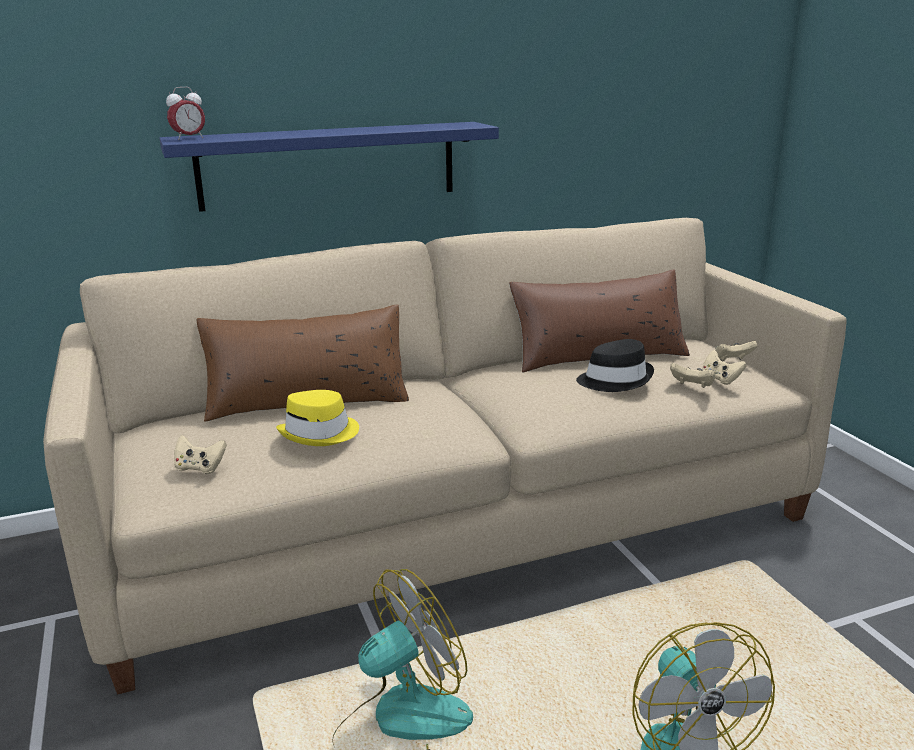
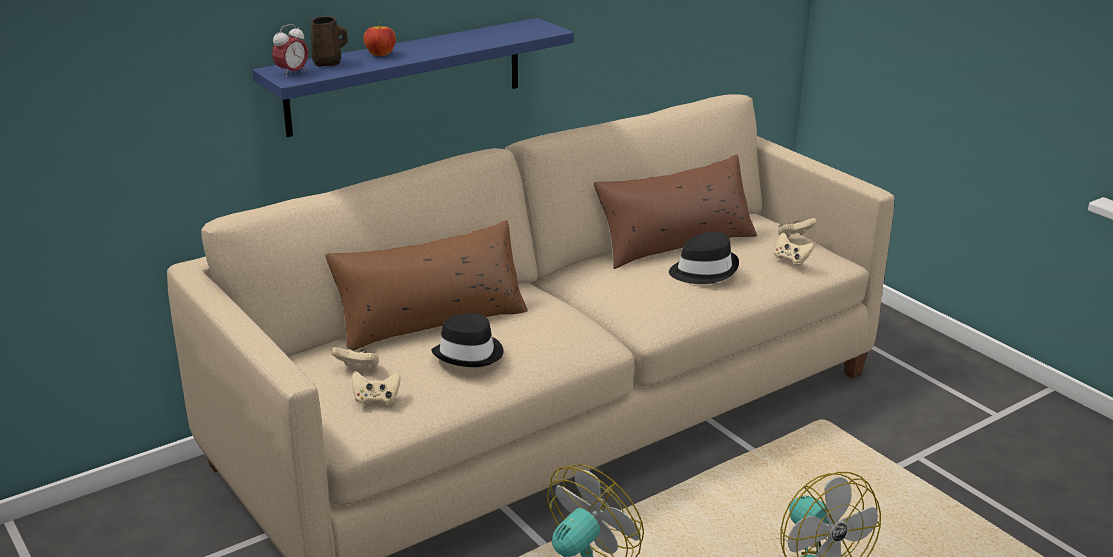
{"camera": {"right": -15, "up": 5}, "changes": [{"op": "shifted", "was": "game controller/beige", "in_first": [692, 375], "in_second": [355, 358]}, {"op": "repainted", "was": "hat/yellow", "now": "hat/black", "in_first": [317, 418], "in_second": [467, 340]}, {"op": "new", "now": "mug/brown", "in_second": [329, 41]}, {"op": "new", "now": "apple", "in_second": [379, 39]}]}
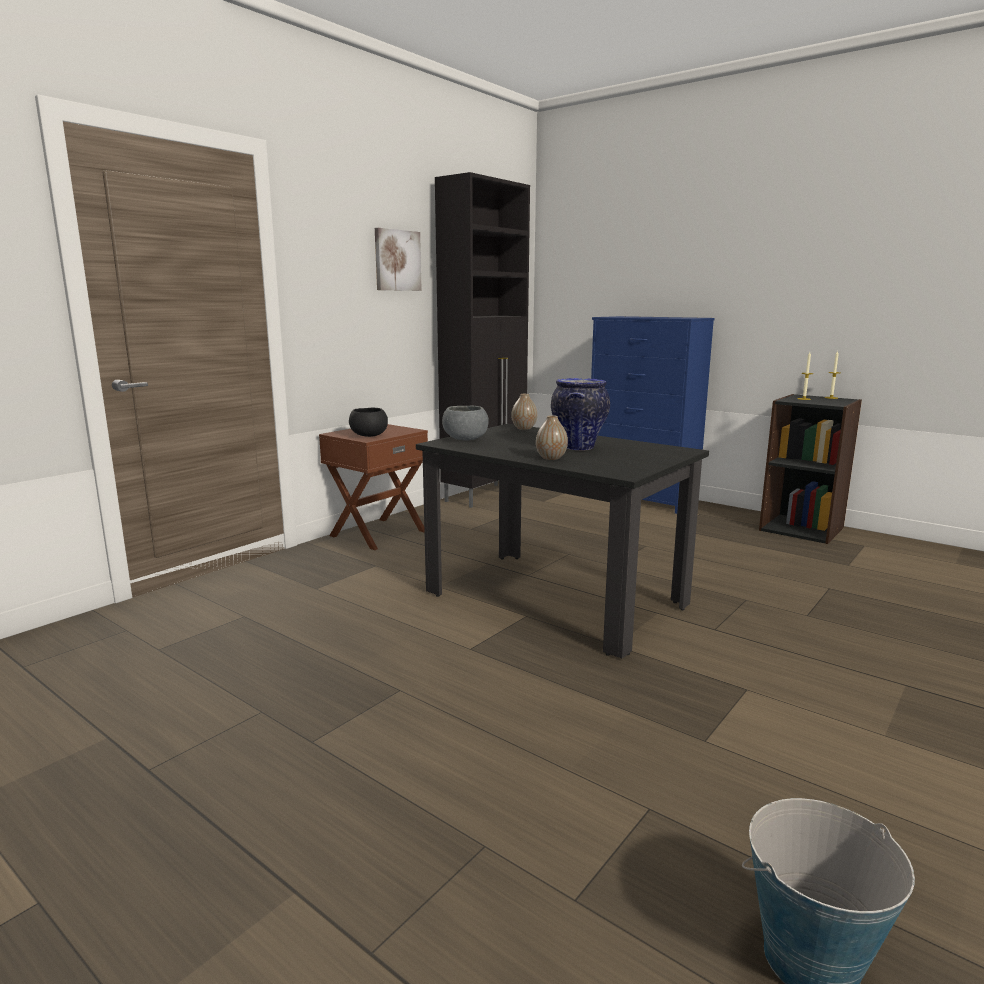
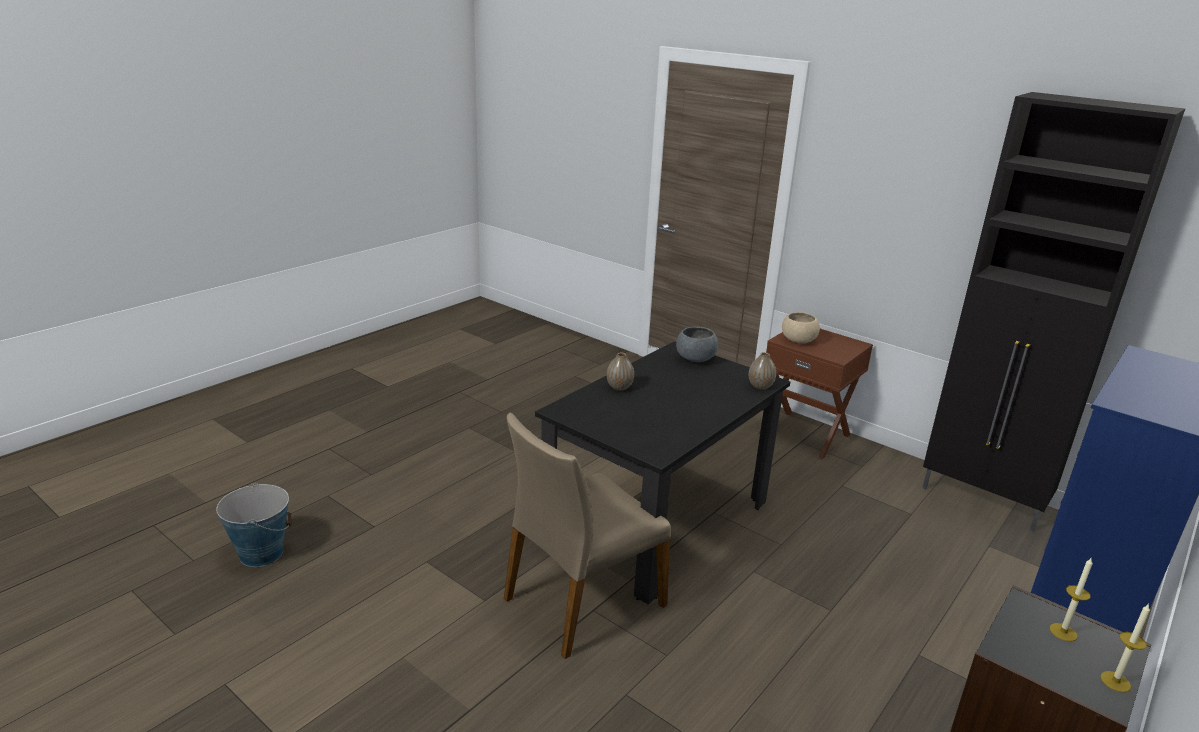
{"camera": {"right": 90, "up": 10}, "changes": [{"op": "gone", "was": "picture", "in_first": [398, 259]}, {"op": "gone", "was": "vase", "in_first": [580, 414]}, {"op": "repainted", "was": "bowl/black", "now": "bowl/beige", "in_first": [368, 422], "in_second": [801, 327]}, {"op": "new", "now": "chair/beige", "in_second": [587, 535]}]}
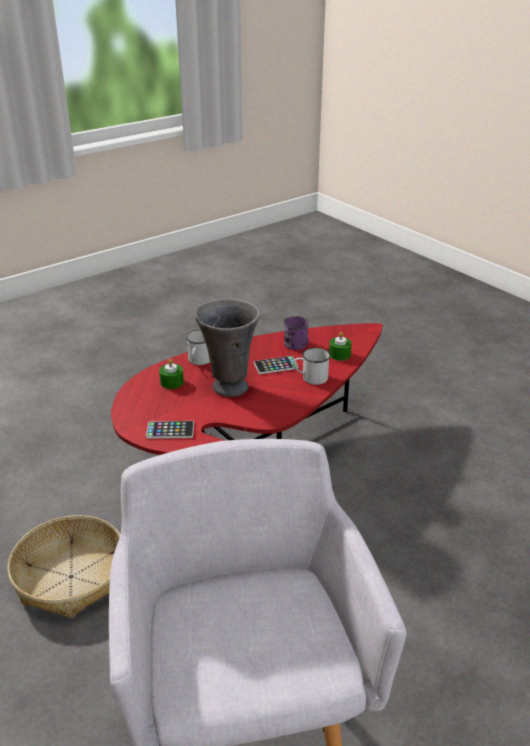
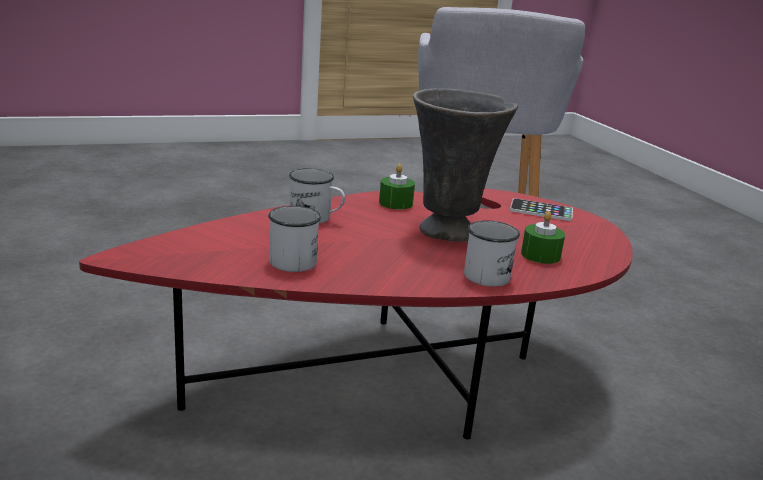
{"camera": {"right": -165, "up": -10}, "changes": [{"op": "repainted", "was": "mug/purple", "now": "mug/white", "in_first": [296, 333], "in_second": [294, 239]}, {"op": "shifted", "was": "candle/green", "in_first": [340, 346], "in_second": [397, 186]}, {"op": "gone", "was": "phone", "in_first": [276, 365]}, {"op": "gone", "was": "basket", "in_first": [64, 566]}]}
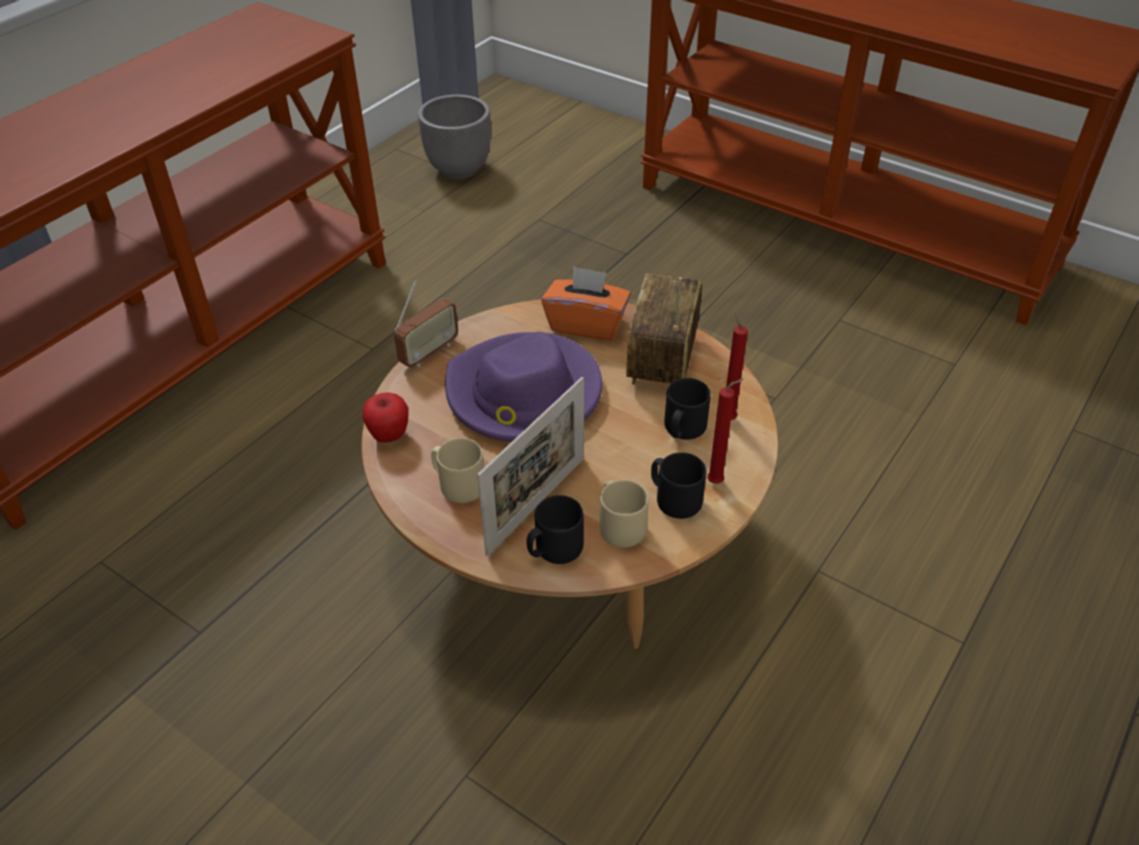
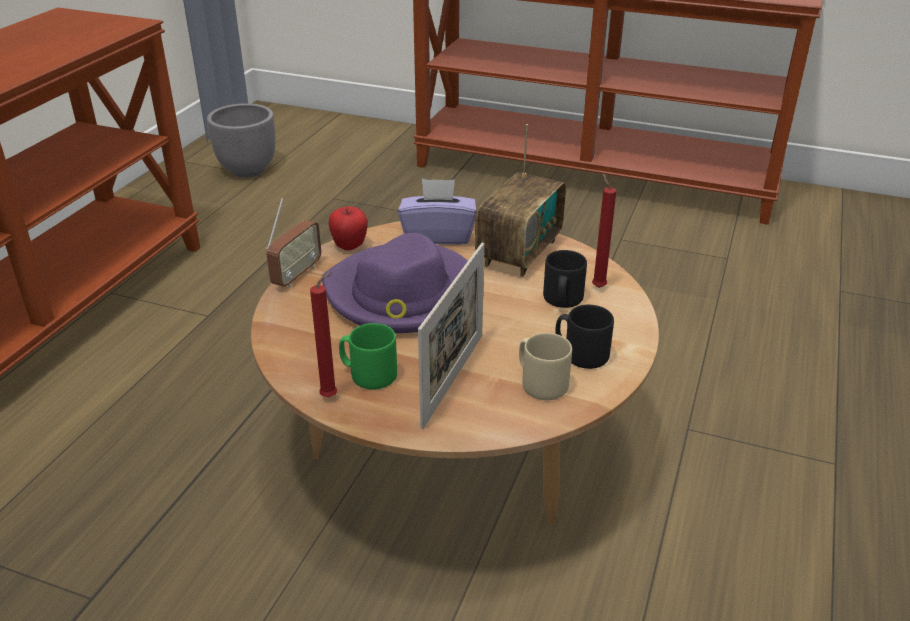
{"camera": {"right": -15, "up": -10}, "changes": [{"op": "repainted", "was": "tissue box/orange", "now": "tissue box/purple", "in_first": [586, 303], "in_second": [437, 212]}, {"op": "rotated", "was": "radio", "in_first": [664, 329], "in_second": [520, 200], "clockwise": -150}, {"op": "shifted", "was": "candle/red", "in_first": [725, 431], "in_second": [323, 334]}, {"op": "shifted", "was": "apple", "in_first": [385, 417], "in_second": [348, 228]}, {"op": "repainted", "was": "mug/beige", "now": "mug/green", "in_first": [457, 470], "in_second": [368, 356]}, {"op": "gone", "was": "mug/black", "in_first": [555, 529]}]}
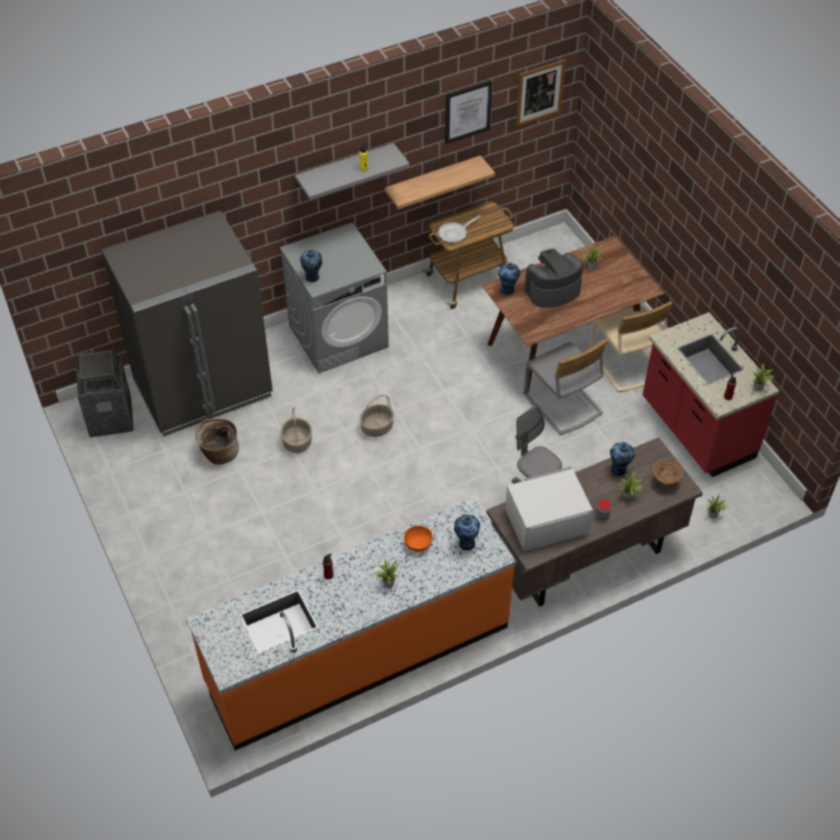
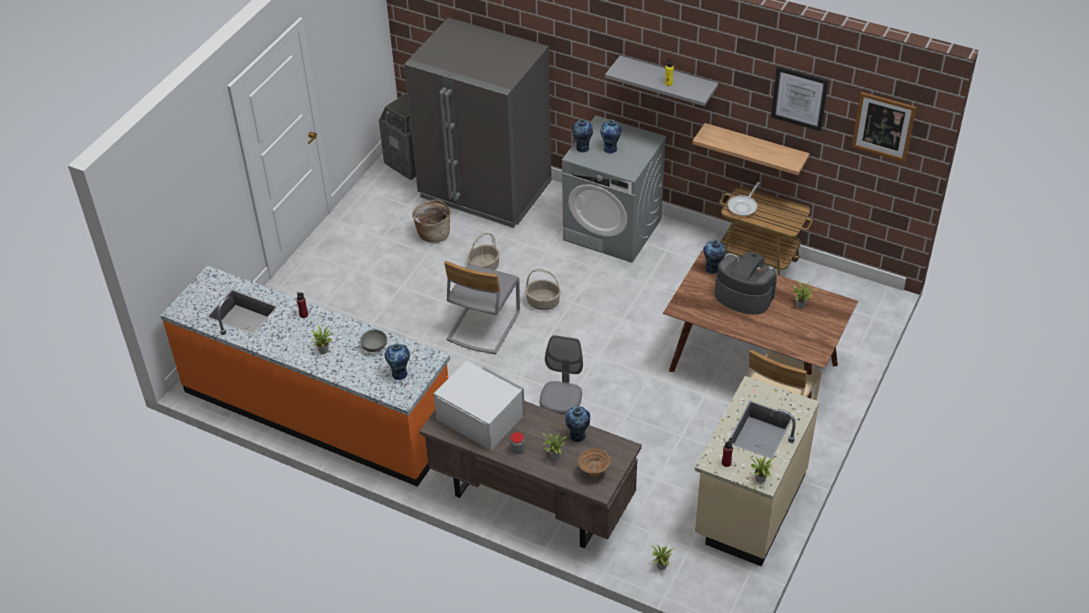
{"camera": {"right": 55, "up": -5}, "changes": [{"op": "rotated", "was": "frying pan", "in_first": [459, 229], "in_second": [744, 199], "clockwise": -75}, {"op": "repainted", "was": "counter/red", "now": "counter/beige", "in_first": [711, 394], "in_second": [757, 471]}, {"op": "shifted", "was": "chair/grey", "in_first": [565, 387], "in_second": [482, 307]}, {"op": "repainted", "was": "bowl/orange", "now": "bowl/grey", "in_first": [418, 539], "in_second": [373, 341]}, {"op": "new", "now": "vase", "in_second": [611, 137]}]}
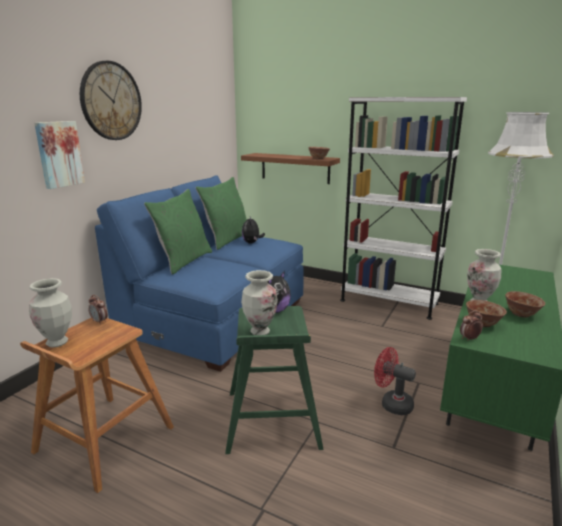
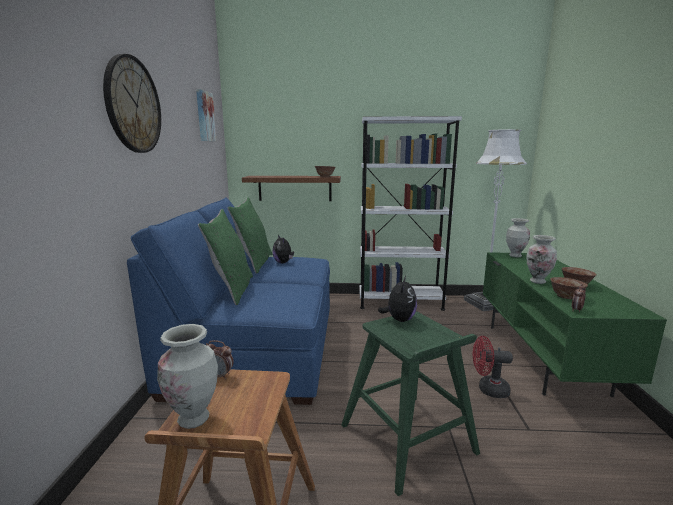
{"camera": {"right": -25, "up": -5}, "changes": [{"op": "shifted", "was": "picture", "in_first": [59, 155], "in_second": [206, 115]}, {"op": "shifted", "was": "vase", "in_first": [259, 302], "in_second": [518, 237]}]}
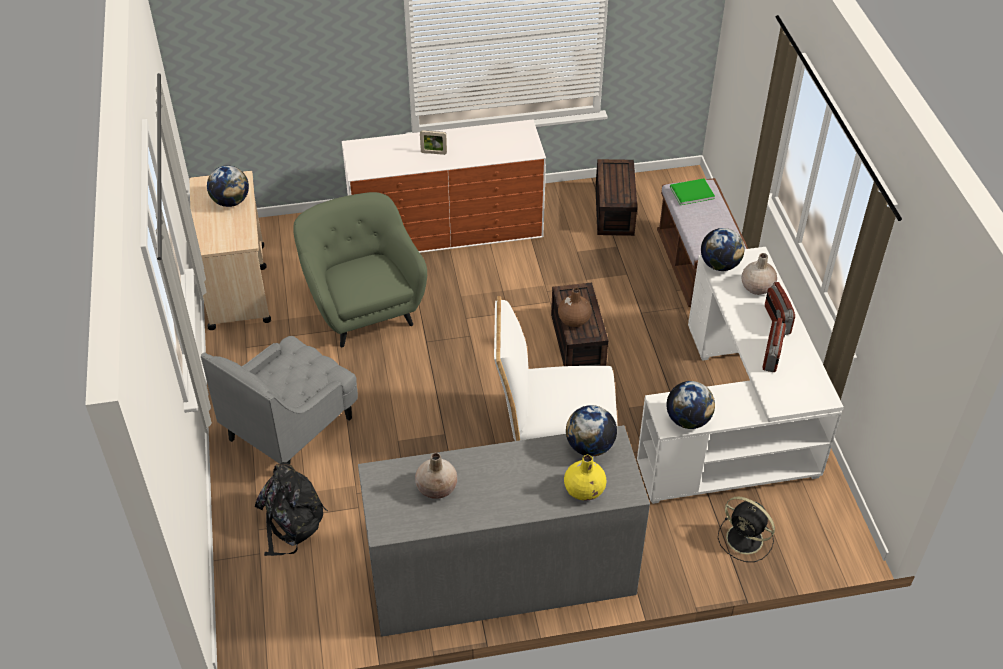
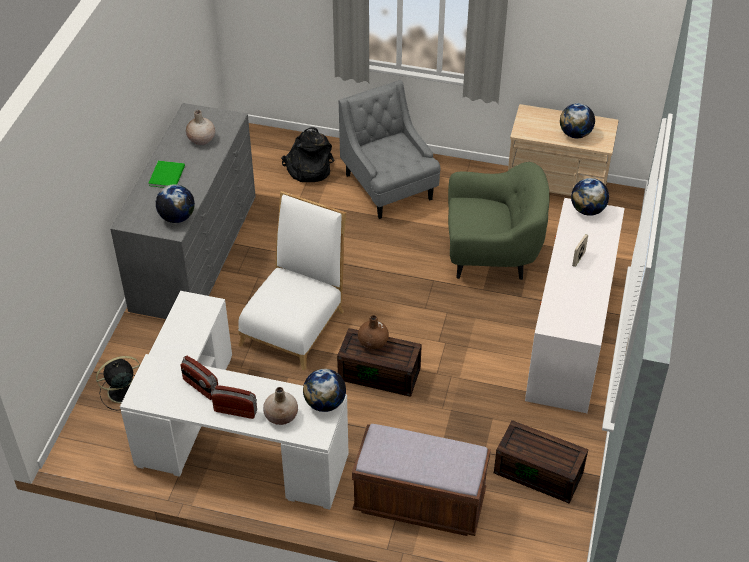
{"camera": {"right": 115, "up": 0}, "changes": [{"op": "shifted", "was": "book/green", "in_first": [692, 191], "in_second": [166, 174]}, {"op": "shifted", "was": "globe", "in_first": [691, 405], "in_second": [590, 197]}, {"op": "gone", "was": "vase/yellow", "in_first": [585, 478]}]}
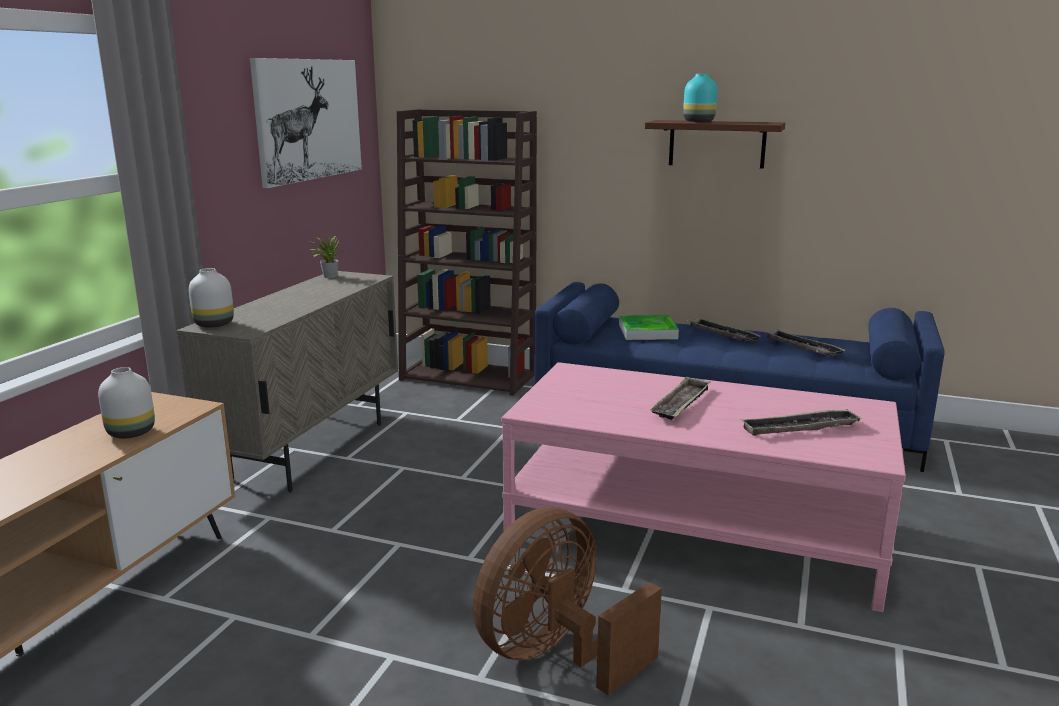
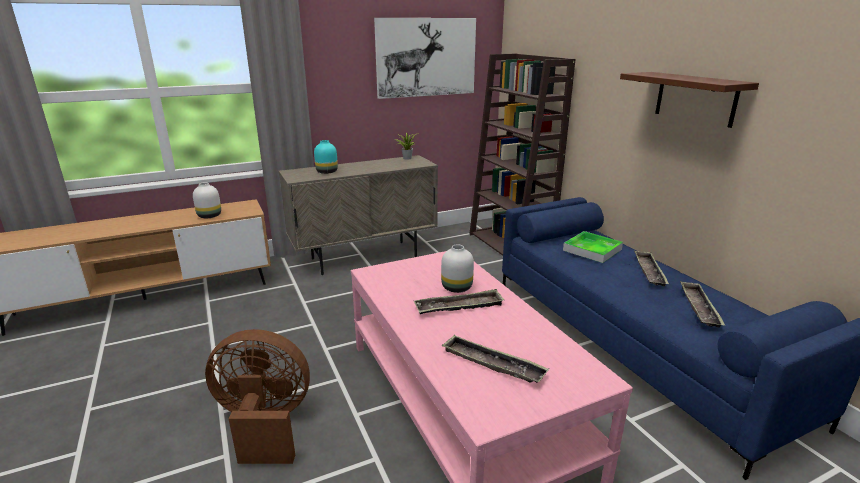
{"camera": {"right": 45, "up": 5}, "changes": [{"op": "shifted", "was": "vase/turquoise", "in_first": [700, 98], "in_second": [326, 157]}, {"op": "shifted", "was": "vase/white", "in_first": [211, 298], "in_second": [457, 268]}]}
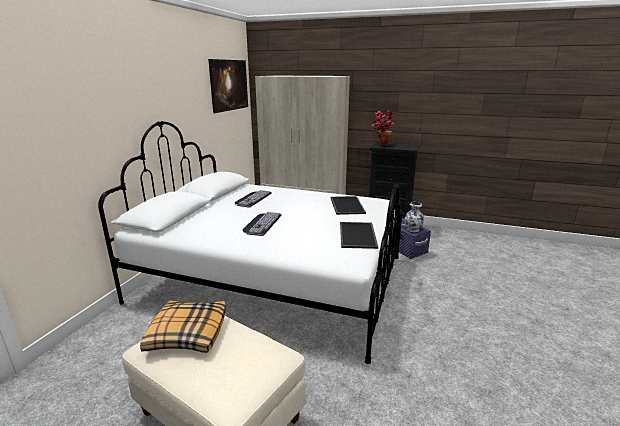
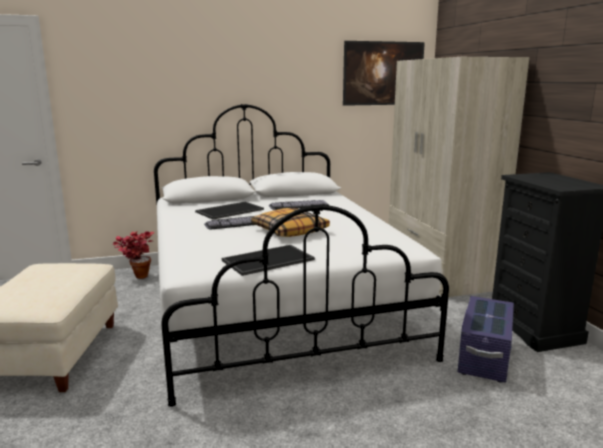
{"camera": {"right": 55, "up": -5}, "changes": [{"op": "shifted", "was": "potted plant", "in_first": [383, 128], "in_second": [133, 255]}, {"op": "shifted", "was": "tray", "in_first": [348, 205], "in_second": [229, 211]}, {"op": "gone", "was": "vase", "in_first": [414, 217]}, {"op": "shifted", "was": "pillow", "in_first": [183, 327], "in_second": [290, 222]}]}
